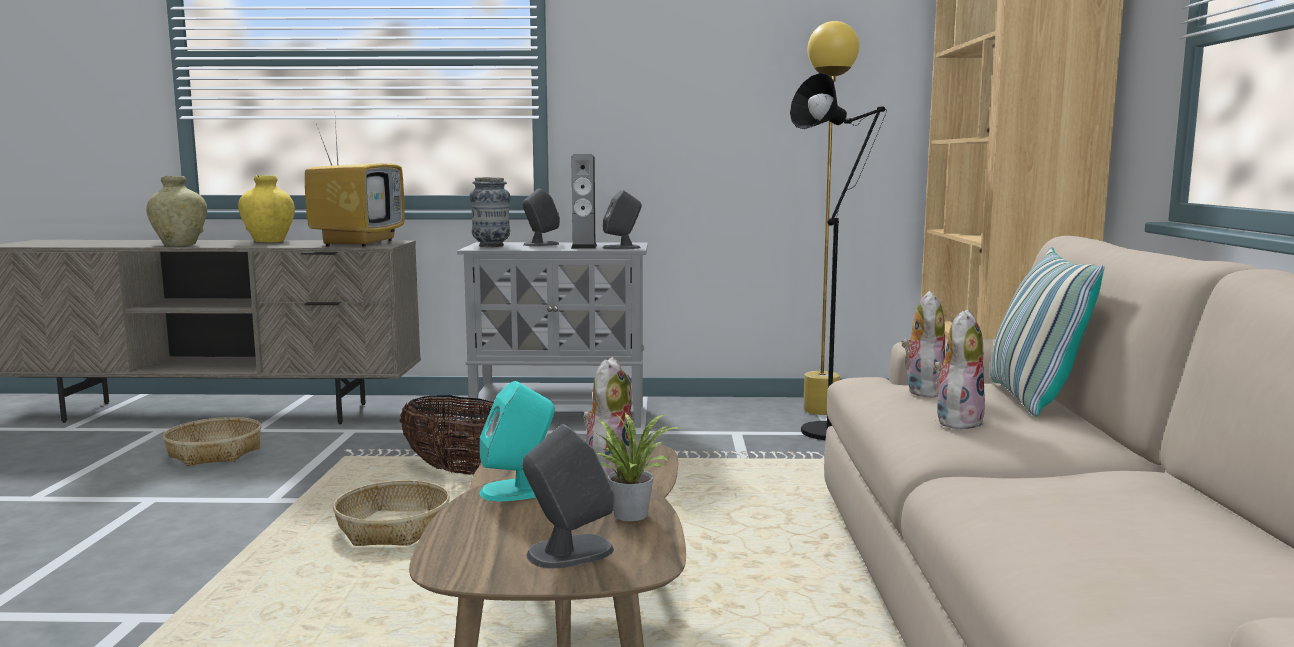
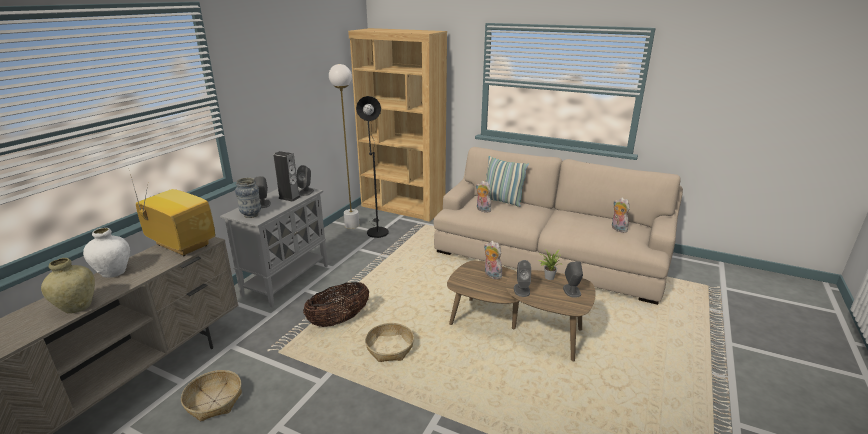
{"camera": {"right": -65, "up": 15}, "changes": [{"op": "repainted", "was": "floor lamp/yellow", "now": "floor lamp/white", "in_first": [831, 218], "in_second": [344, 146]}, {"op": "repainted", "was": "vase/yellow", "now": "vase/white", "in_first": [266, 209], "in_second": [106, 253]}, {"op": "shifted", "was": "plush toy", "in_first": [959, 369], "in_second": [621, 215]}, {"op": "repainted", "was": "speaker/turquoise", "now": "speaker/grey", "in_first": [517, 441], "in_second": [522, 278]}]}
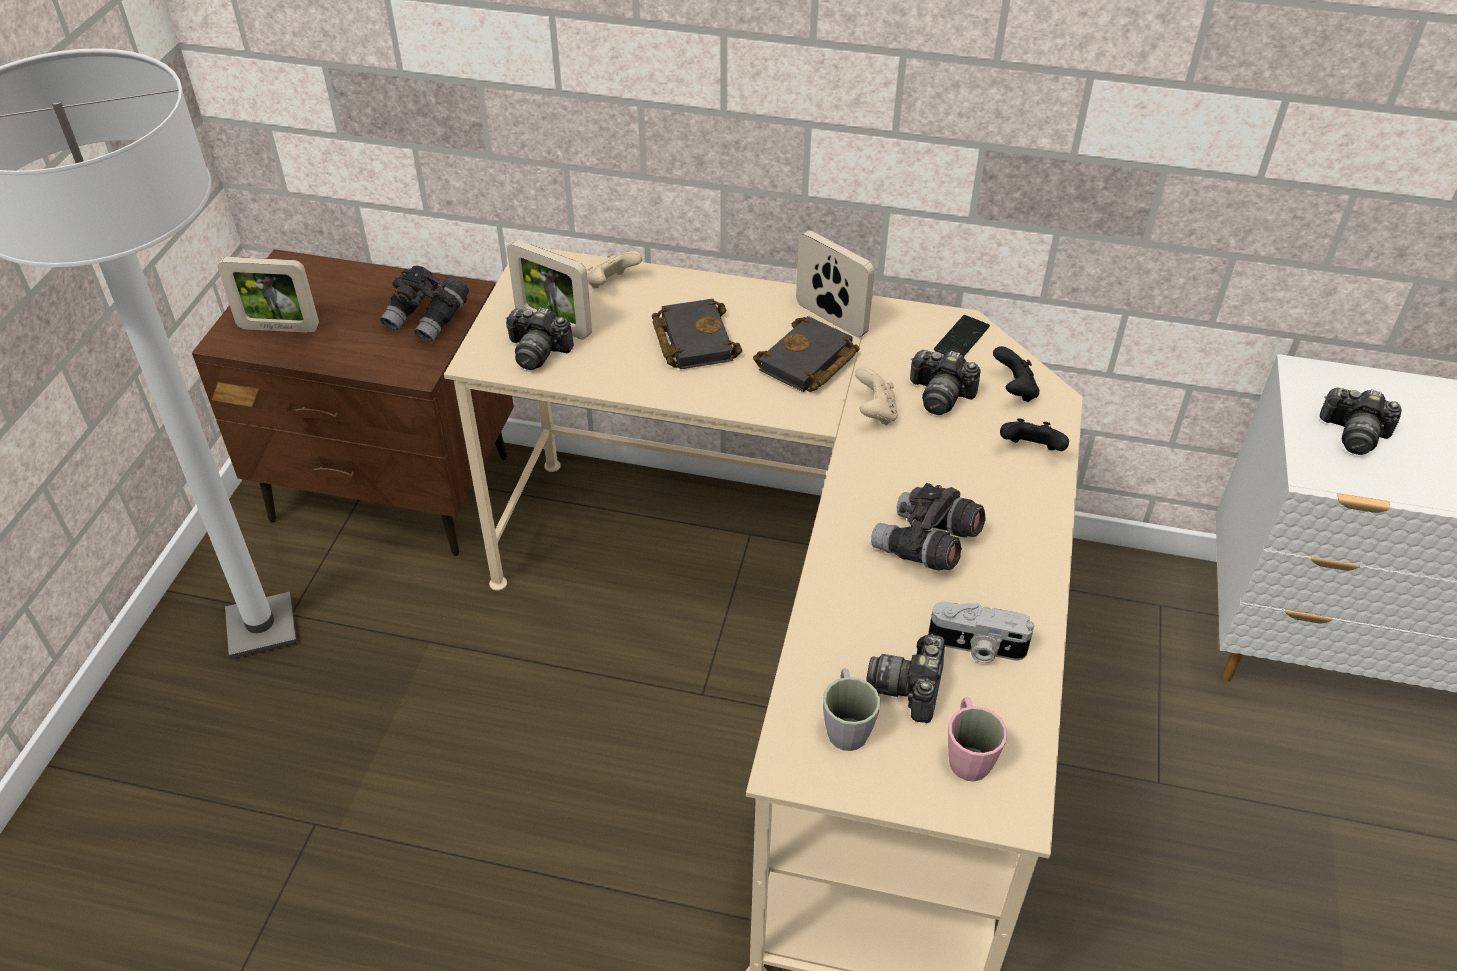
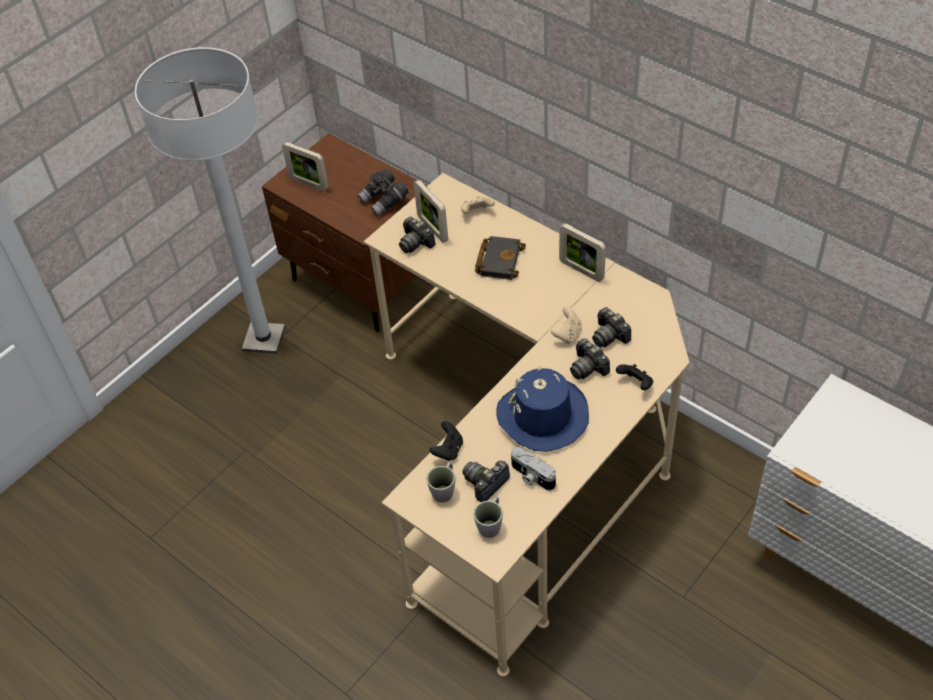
{"camera": {"right": 30, "up": 5}, "changes": [{"op": "rotated", "was": "picture frame", "in_first": [835, 283], "in_second": [582, 252], "clockwise": 150}, {"op": "gone", "was": "phone", "in_first": [962, 336]}, {"op": "gone", "was": "book/black", "in_first": [806, 354]}, {"op": "shifted", "was": "game controller/black", "in_first": [1016, 374], "in_second": [446, 441]}, {"op": "shifted", "was": "photo camera", "in_first": [1361, 421], "in_second": [590, 359]}, {"op": "swapped", "was": "binoculars/grey", "now": "hat/blue", "in_first": [928, 526], "in_second": [542, 409]}, {"op": "repainted", "was": "mug/pink", "now": "mug/grey", "in_first": [977, 739], "in_second": [488, 517]}]}
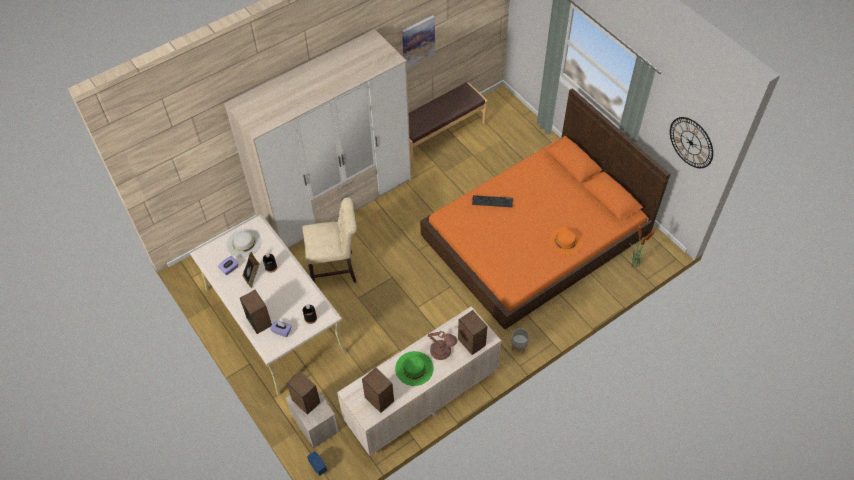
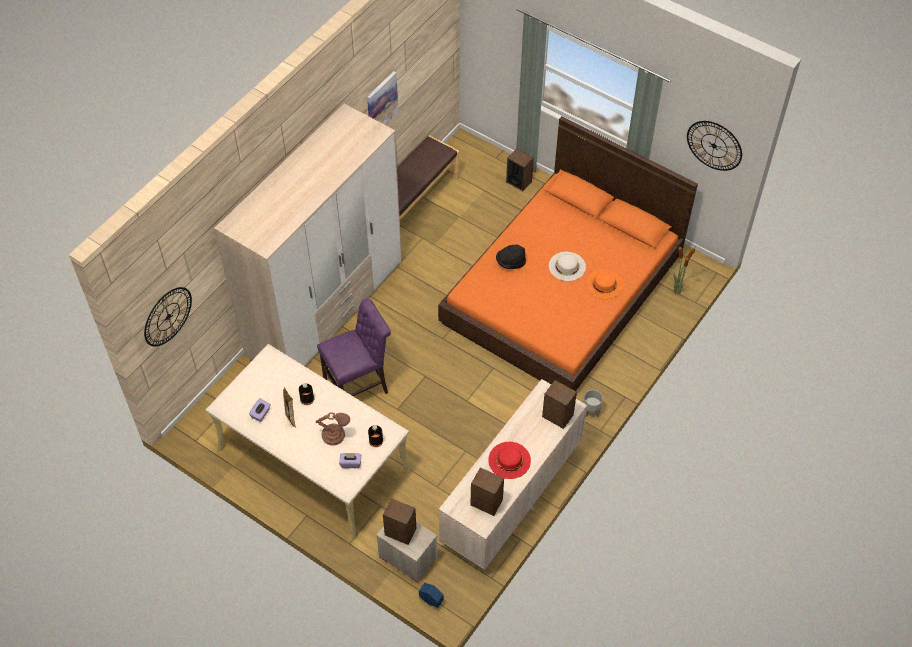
{"camera": {"right": -20, "up": 0}, "changes": [{"op": "swapped", "was": "keyboard", "now": "hat/black", "in_first": [492, 201], "in_second": [511, 257]}, {"op": "repainted", "was": "chair/beige", "now": "chair/purple", "in_first": [329, 240], "in_second": [354, 347]}, {"op": "shifted", "was": "hat/white", "in_first": [244, 243], "in_second": [567, 266]}, {"op": "shifted", "was": "speaker", "in_first": [256, 312], "in_second": [520, 169]}, {"op": "shifted", "was": "table lamp/brown", "in_first": [442, 345], "in_second": [333, 429]}, {"op": "repainted", "was": "hat/green", "now": "hat/red", "in_first": [414, 368], "in_second": [509, 460]}, {"op": "new", "now": "wall clock", "in_second": [168, 316]}]}
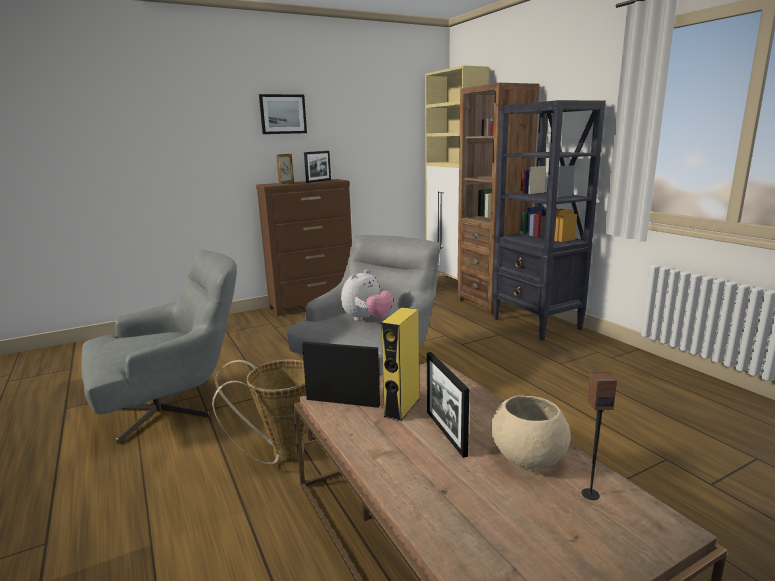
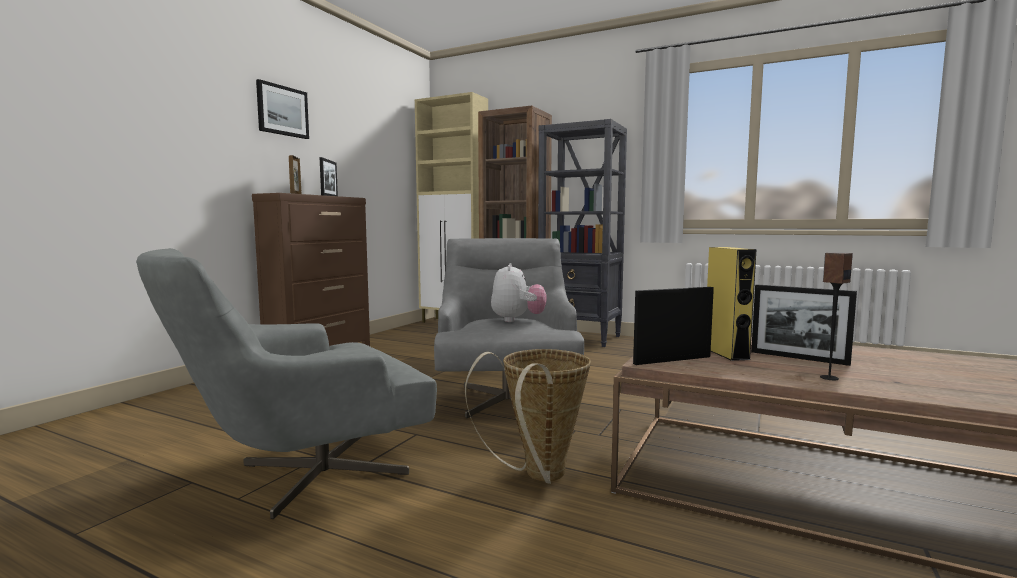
{"camera": {"right": -35, "up": -10}, "changes": [{"op": "rotated", "was": "armchair/grey", "in_first": [159, 347], "in_second": [286, 383], "clockwise": -150}, {"op": "shifted", "was": "speaker", "in_first": [599, 436], "in_second": [836, 316]}, {"op": "gone", "was": "bowl/beige", "in_first": [531, 432]}]}
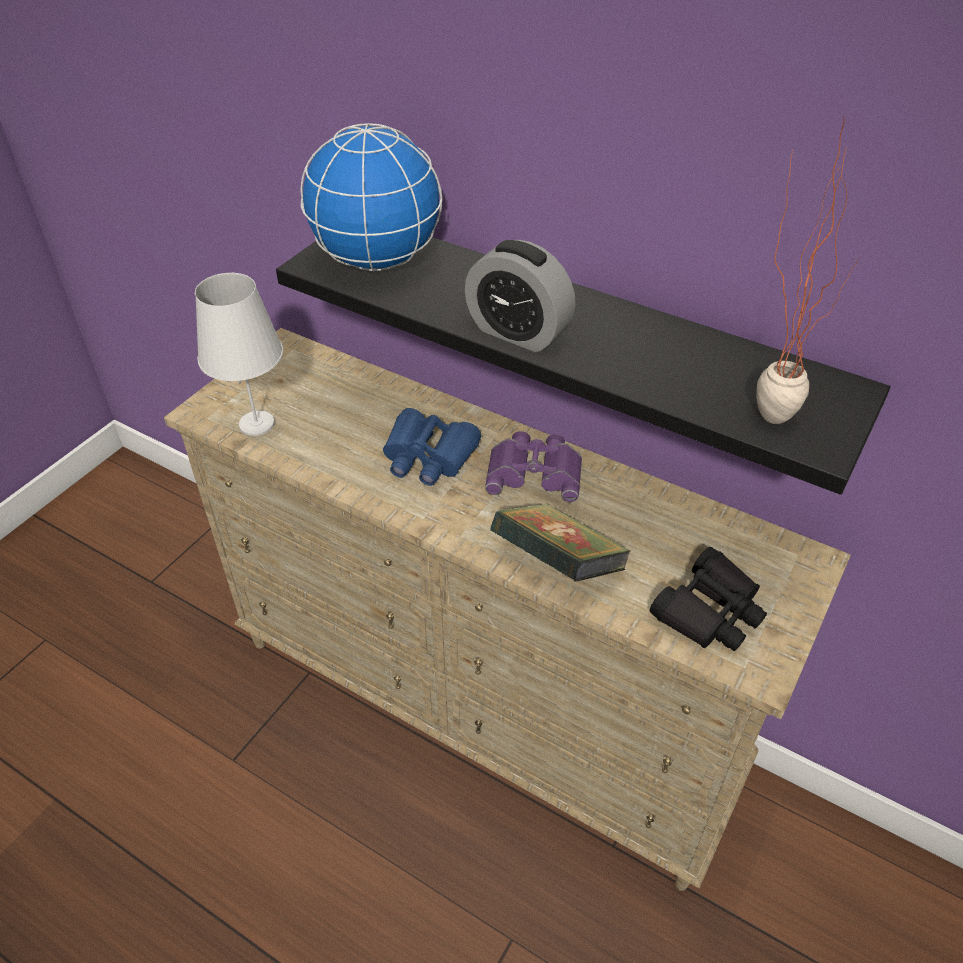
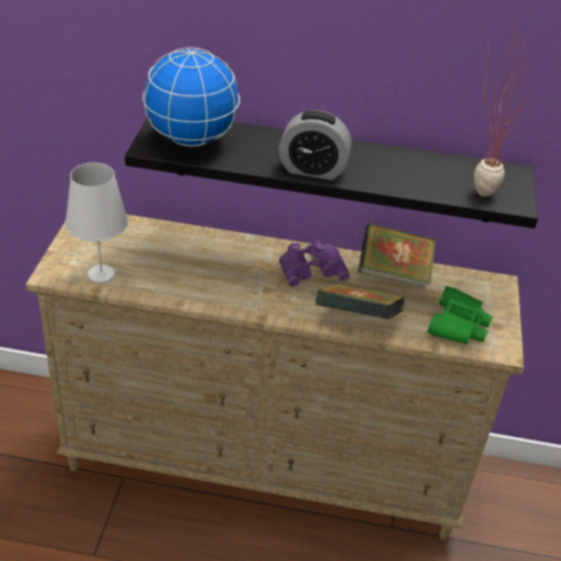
{"camera": {"right": -25, "up": -5}, "changes": [{"op": "gone", "was": "binoculars/blue", "in_first": [432, 447]}, {"op": "repainted", "was": "binoculars/black", "now": "binoculars/green", "in_first": [708, 599], "in_second": [460, 315]}, {"op": "new", "now": "book", "in_second": [397, 255]}]}
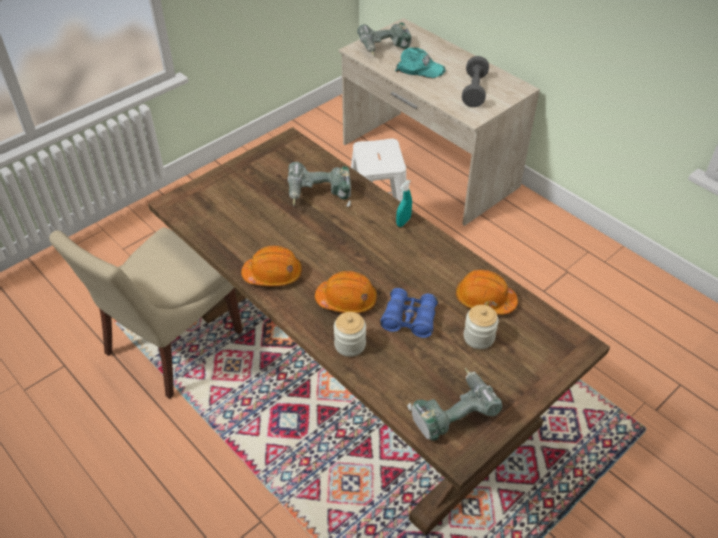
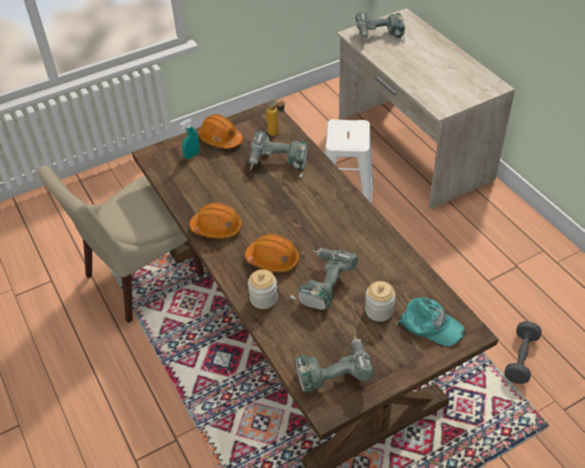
{"camera": {"right": 15, "up": 0}, "changes": [{"op": "shifted", "was": "cap/turquoise", "in_first": [420, 62], "in_second": [431, 322]}, {"op": "shifted", "was": "dumbbell/grey", "in_first": [475, 81], "in_second": [522, 352]}, {"op": "shifted", "was": "spray bottle/turquoise", "in_first": [404, 203], "in_second": [190, 139]}, {"op": "shifted", "was": "hard hat/orange", "in_first": [487, 292], "in_second": [220, 131]}, {"op": "swapped", "was": "binoculars/blue", "now": "power drill", "in_first": [409, 313], "in_second": [324, 279]}, {"op": "new", "now": "bottle", "in_second": [275, 117]}]}
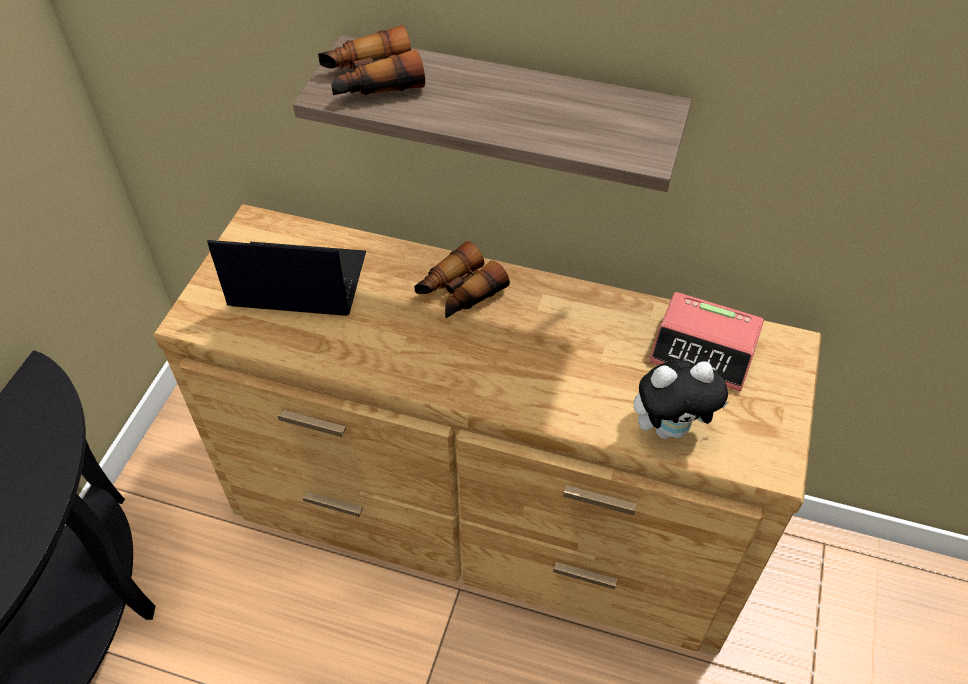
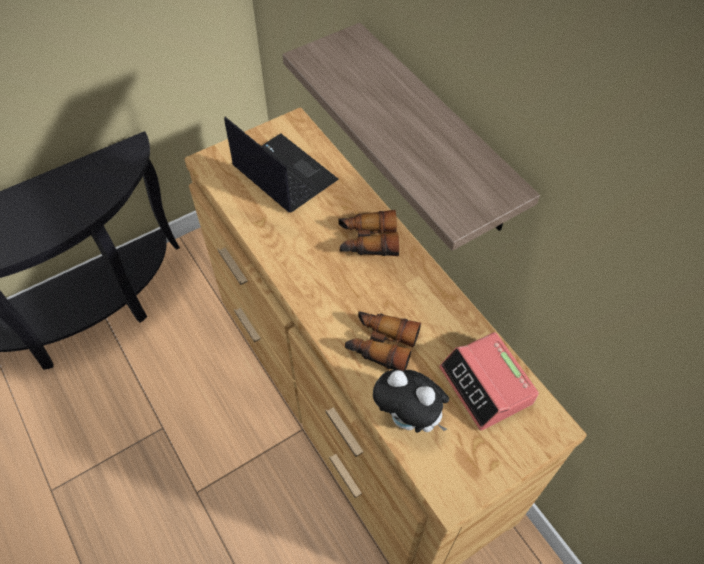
{"camera": {"right": 40, "up": 5}, "changes": [{"op": "shifted", "was": "binoculars", "in_first": [371, 60], "in_second": [383, 341]}]}
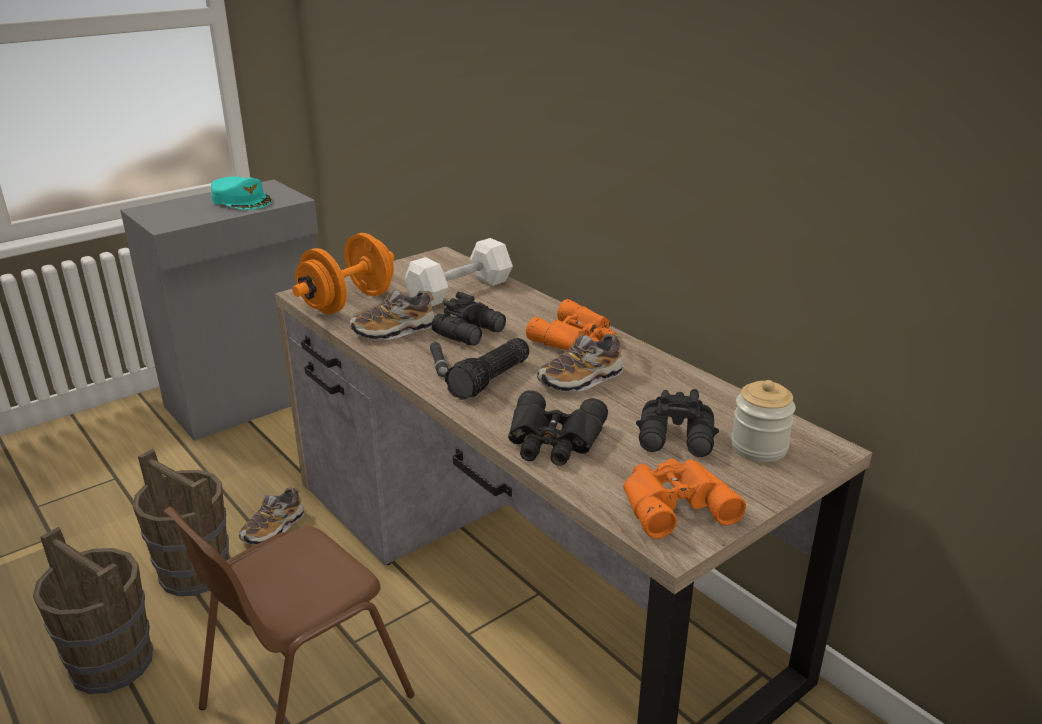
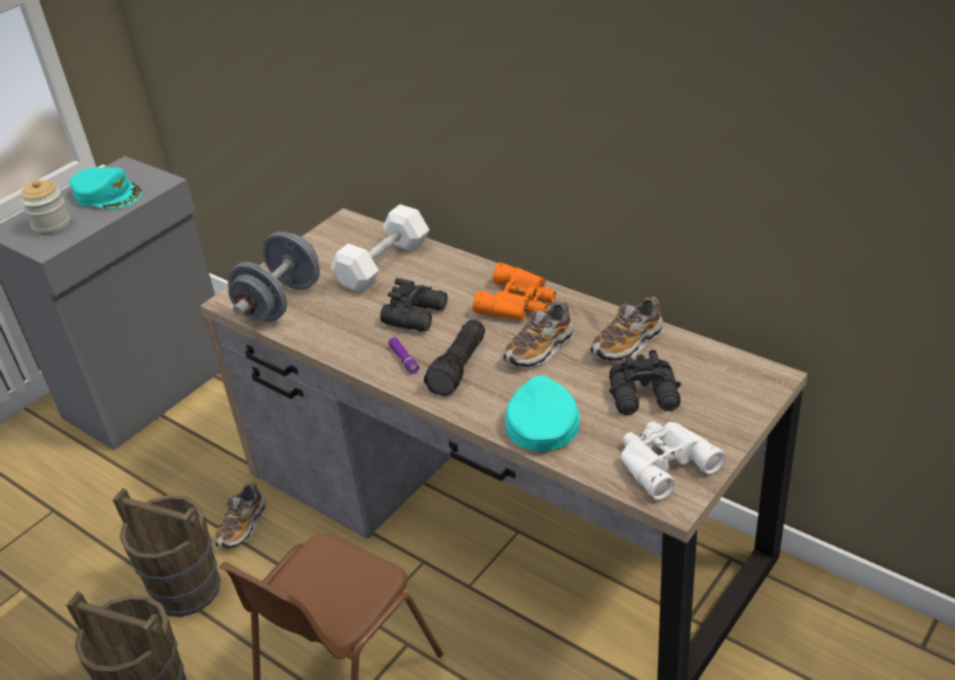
{"camera": {"right": -10, "up": 10}, "changes": [{"op": "repainted", "was": "dumbbell/orange", "now": "dumbbell/grey", "in_first": [343, 273], "in_second": [274, 277]}, {"op": "shifted", "was": "shoe", "in_first": [391, 315], "in_second": [626, 329]}, {"op": "repainted", "was": "flashlight/black", "now": "flashlight/purple", "in_first": [439, 360], "in_second": [404, 355]}, {"op": "shifted", "was": "jar", "in_first": [763, 421], "in_second": [46, 207]}, {"op": "swapped", "was": "binoculars/black", "now": "cap/turquoise", "in_first": [558, 428], "in_second": [542, 413]}, {"op": "repainted", "was": "binoculars/orange", "now": "binoculars/white", "in_first": [684, 499], "in_second": [672, 460]}]}
